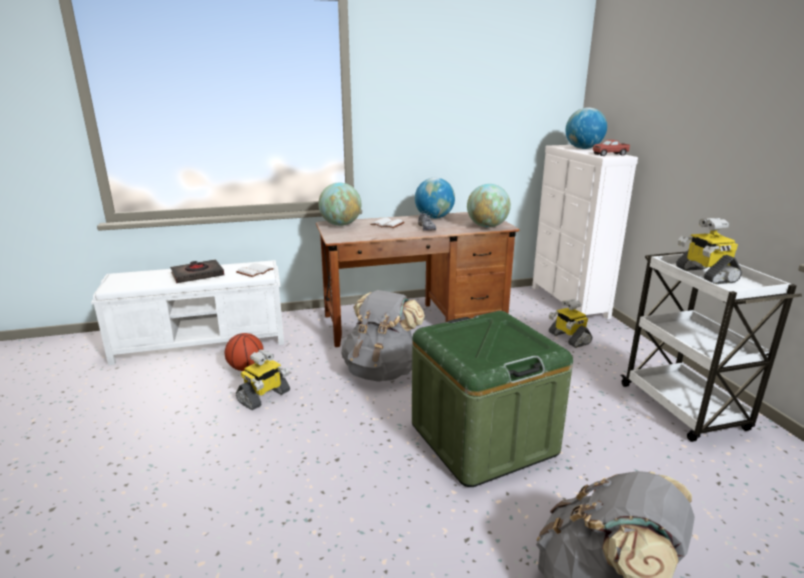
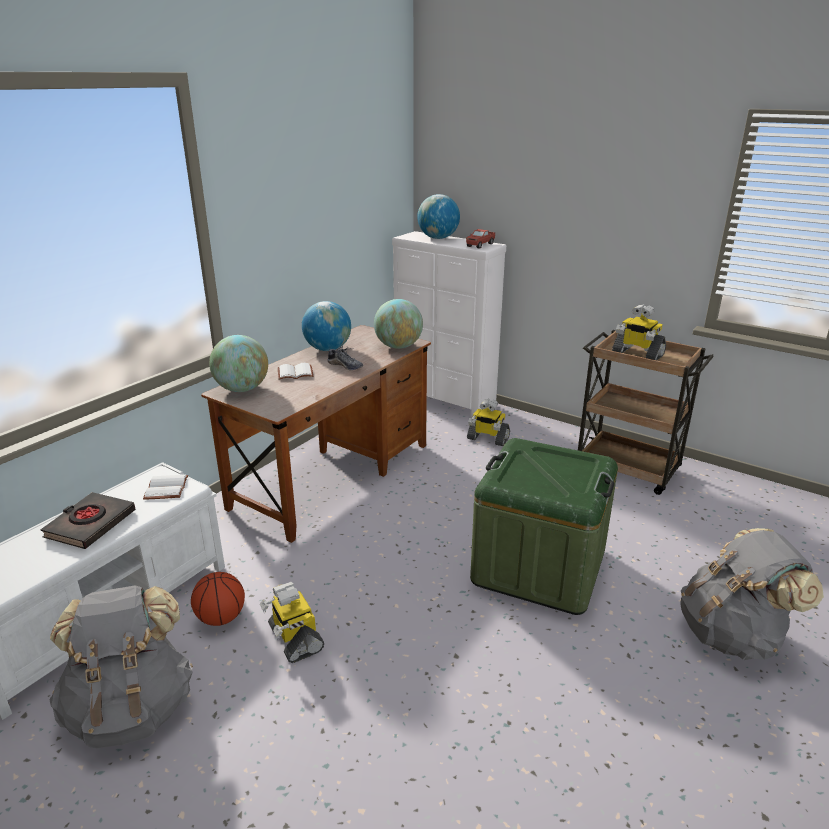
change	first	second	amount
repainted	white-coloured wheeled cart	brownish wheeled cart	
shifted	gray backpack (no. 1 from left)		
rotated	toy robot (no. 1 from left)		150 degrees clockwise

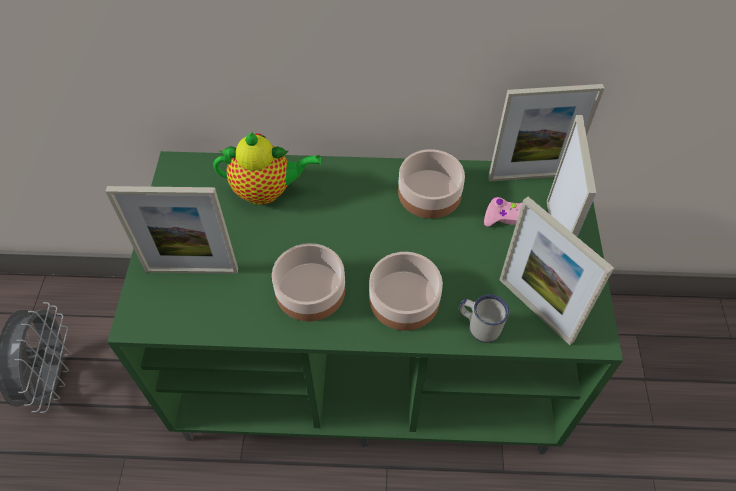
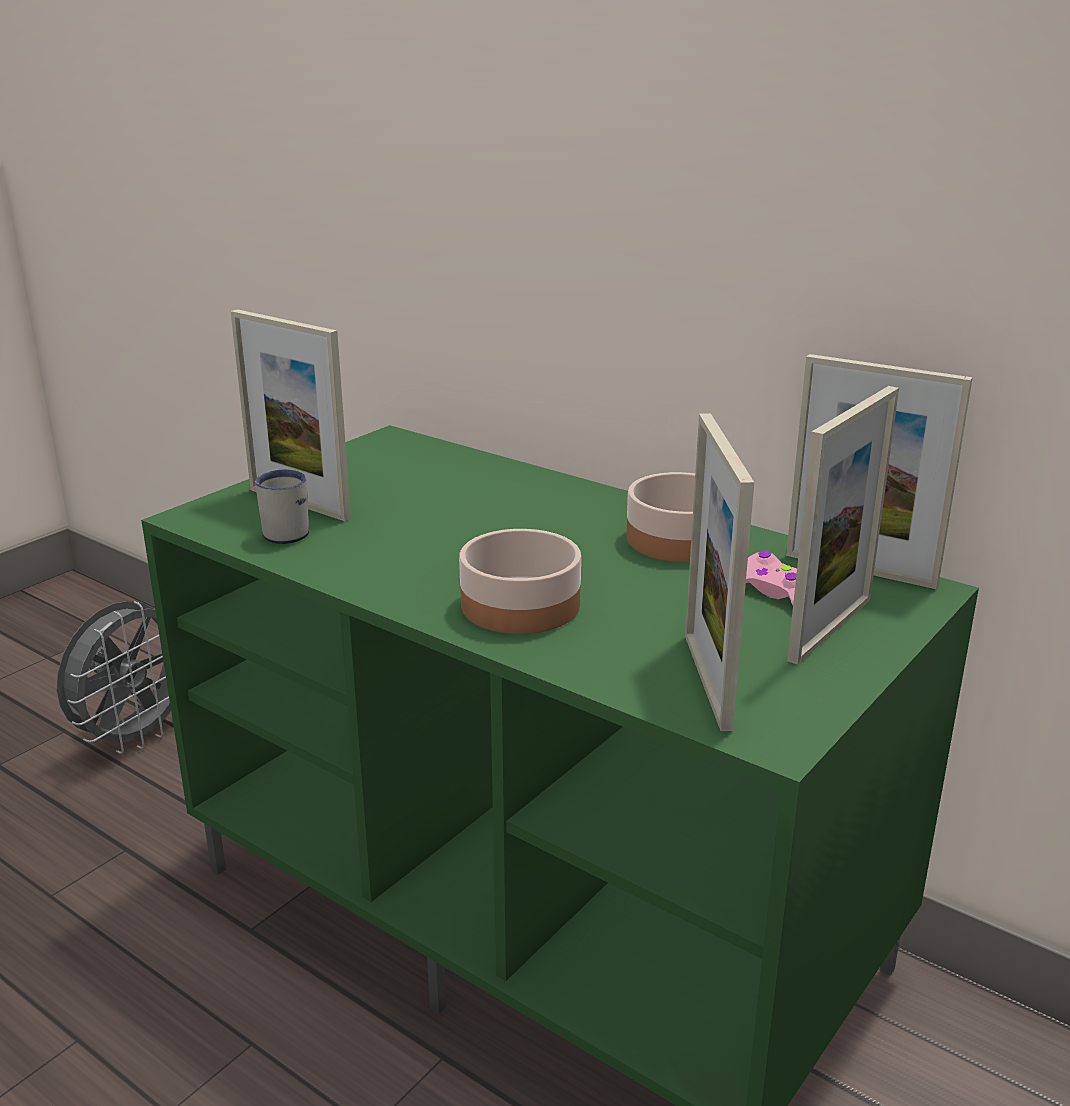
change	first	second	amount
gone	teapot		
gone	bowl (no. 1 from left)		
shifted	white-coloured mug		

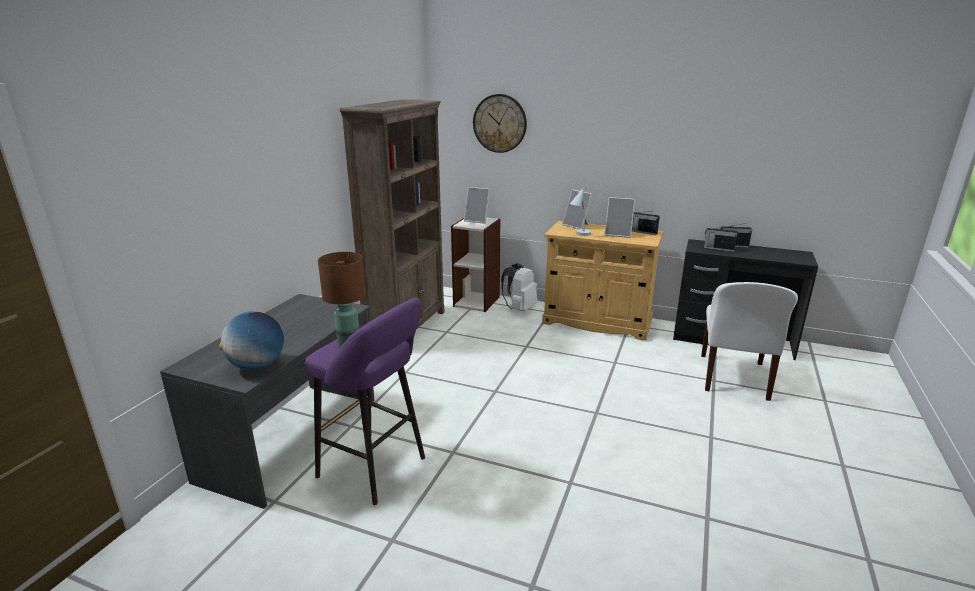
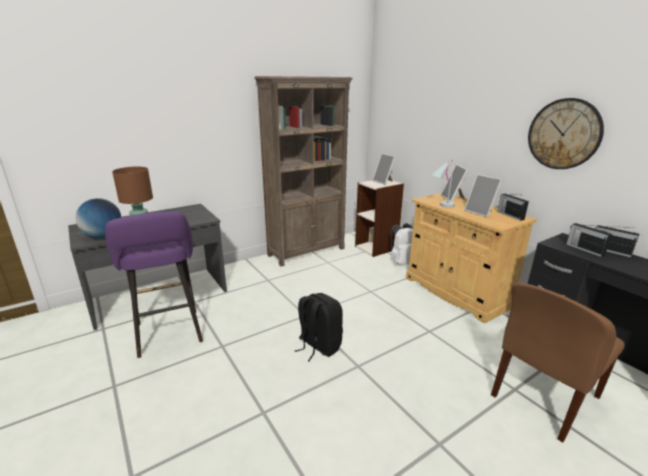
change	first	second	amount
shifted	wall clock		
repainted	white-coloured plain chair	brownish plain chair	
new		black backpack	

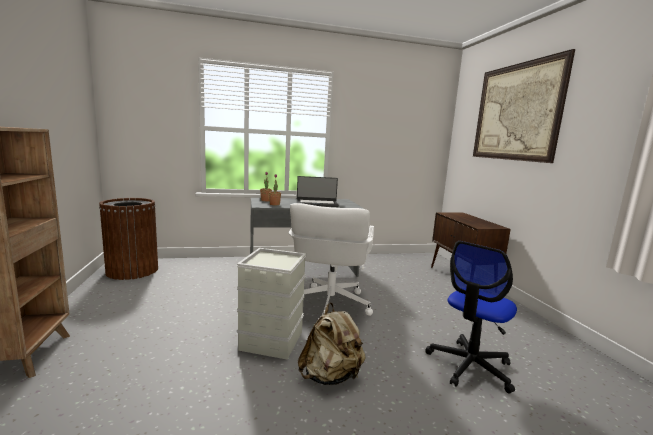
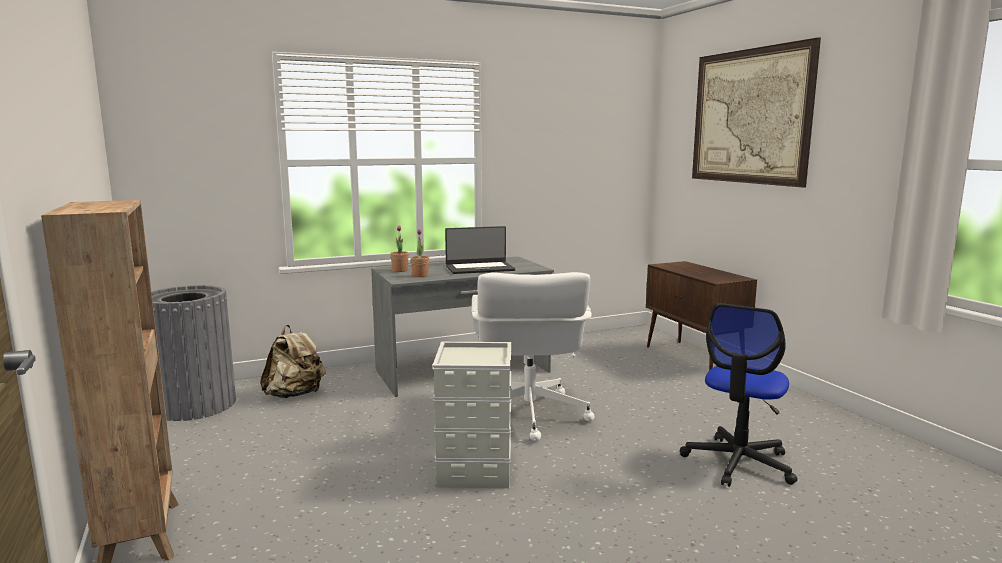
change	first	second	amount
repainted	brownish rubbish bin	gray rubbish bin	
shifted	beige-coloured backpack		

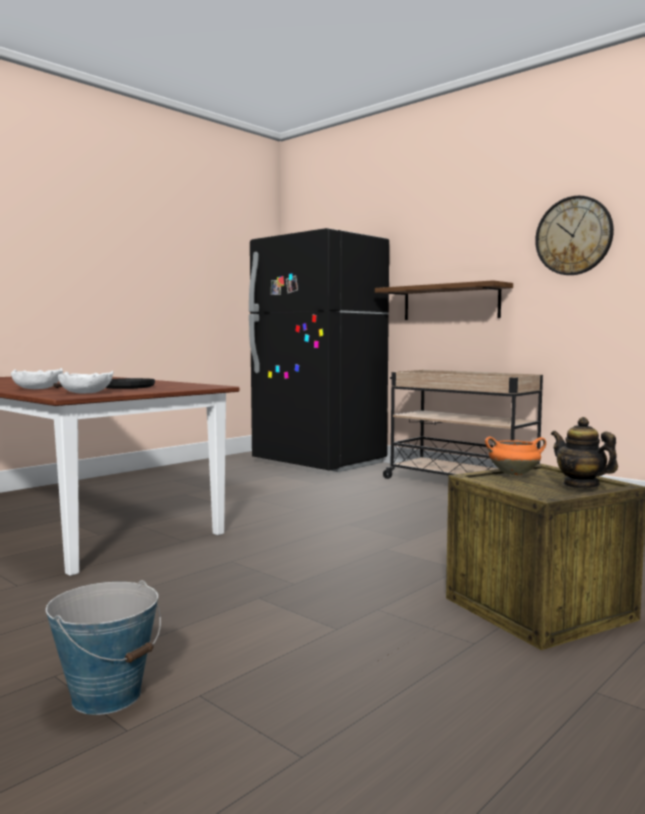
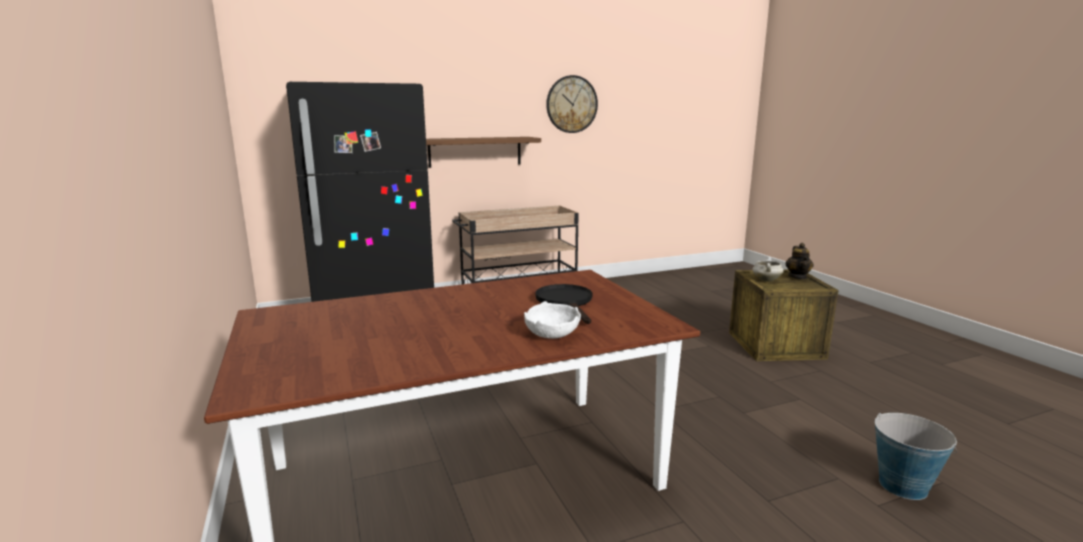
change	first	second	amount
gone	white-coloured bowl (no. 2 from left)		
rotated	teapot		75 degrees counterclockwise
repainted	orangey stockpot	white-coloured stockpot	

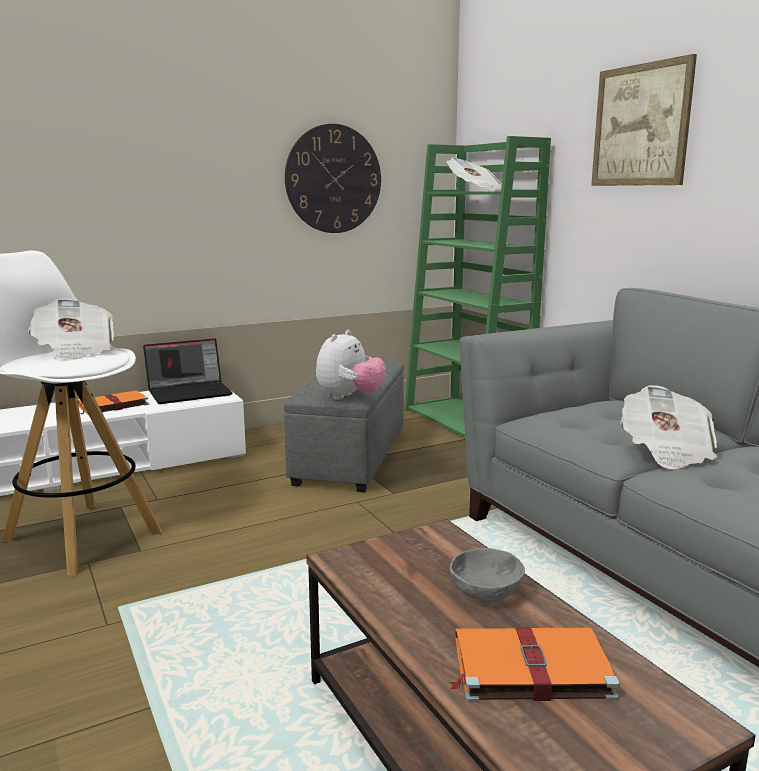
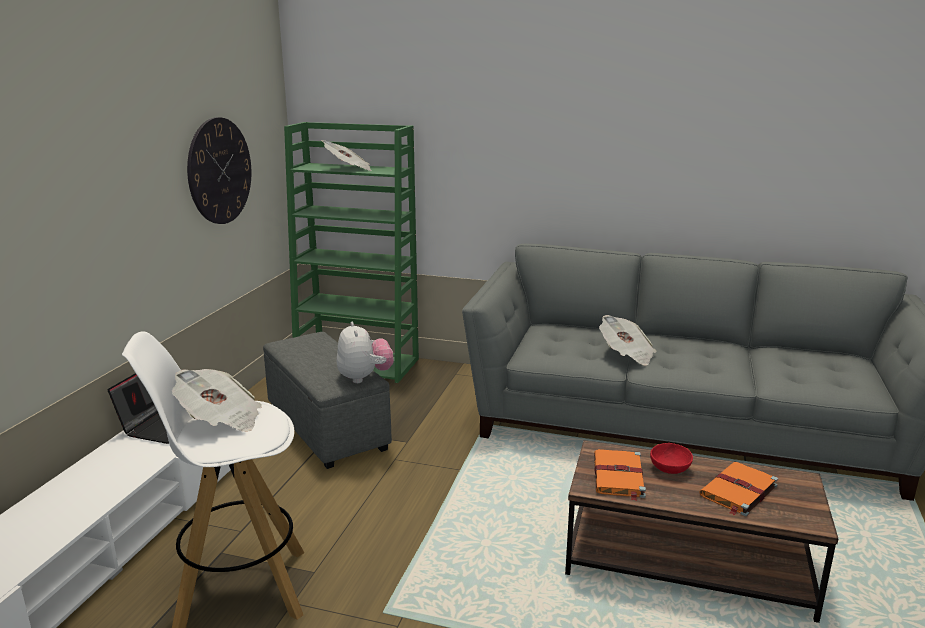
change	first	second	amount
gone	wall picture		
shifted	orangey bound book (no. 1 from left)		
repainted	gray bowl	red bowl	

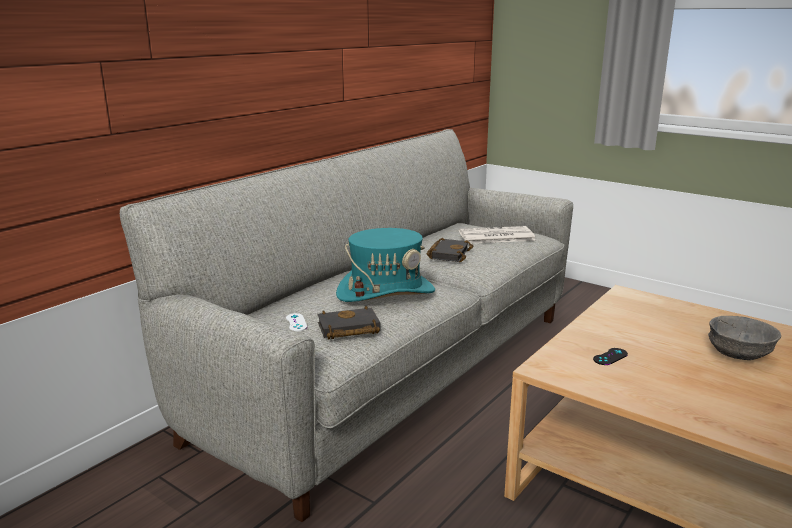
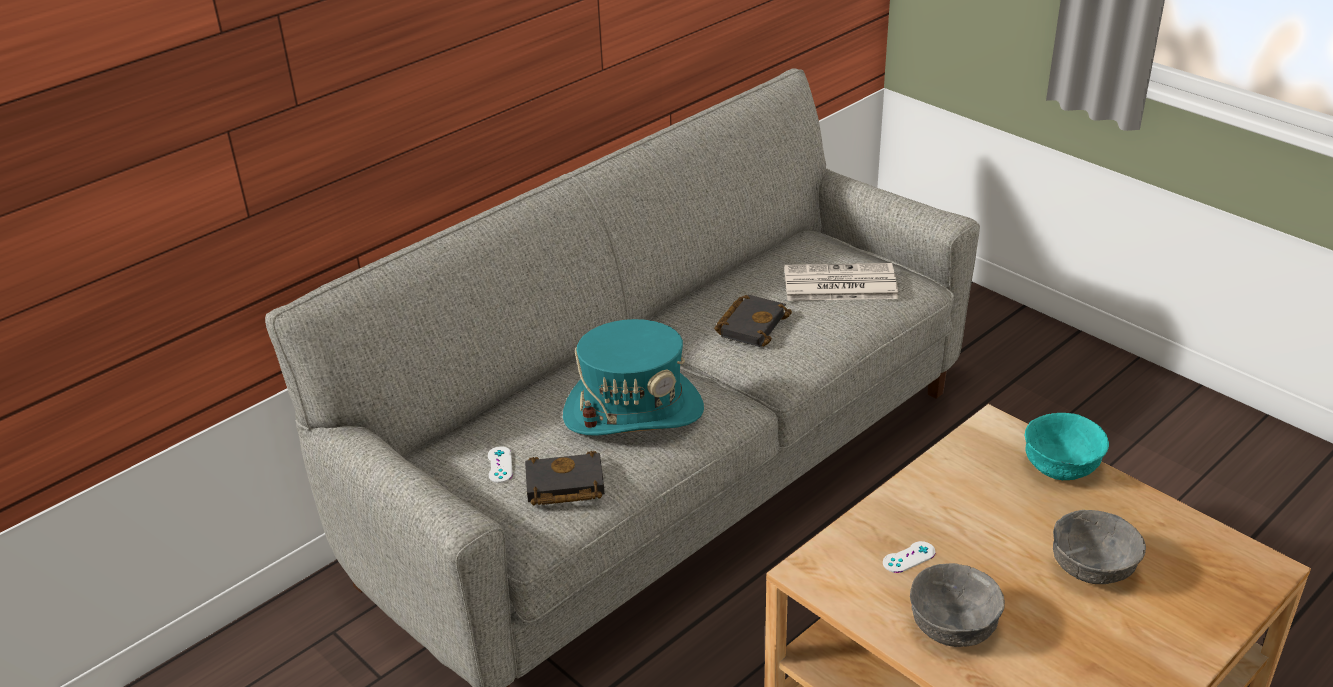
change	first	second	amount
repainted	black game controller	white-coloured game controller (no. 2 from left)	
new		turquoise bowl	
new		gray bowl (no. 1 from left)	

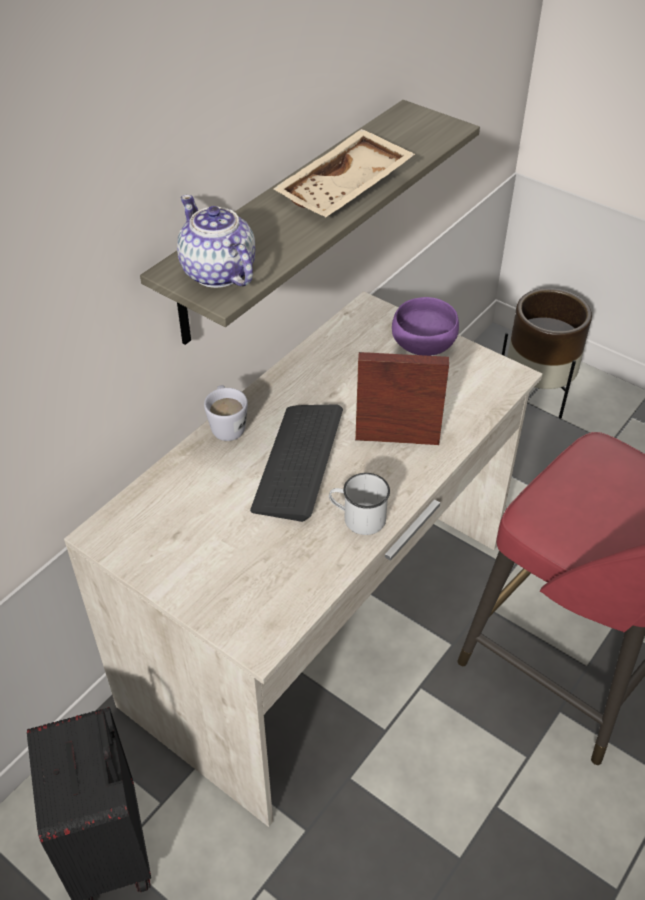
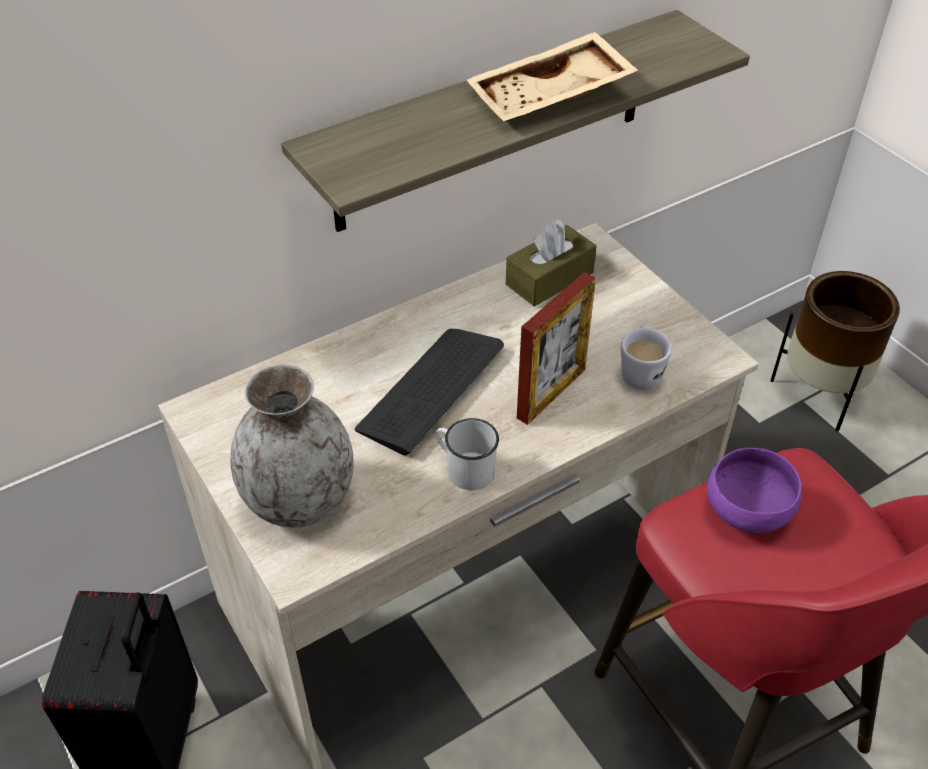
change	first	second	amount
gone	teapot		
shifted	purple-coloured bowl		
rotated	standing frame		105 degrees clockwise
shifted	white-coloured mug (no. 1 from left in the first image)	white-coloured mug (no. 2 from left)	
new		brownish tissue holder	
new		gray flower vase	

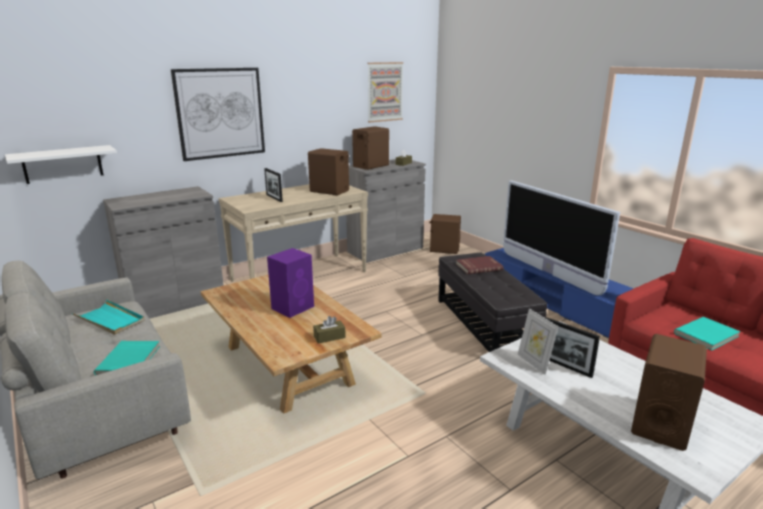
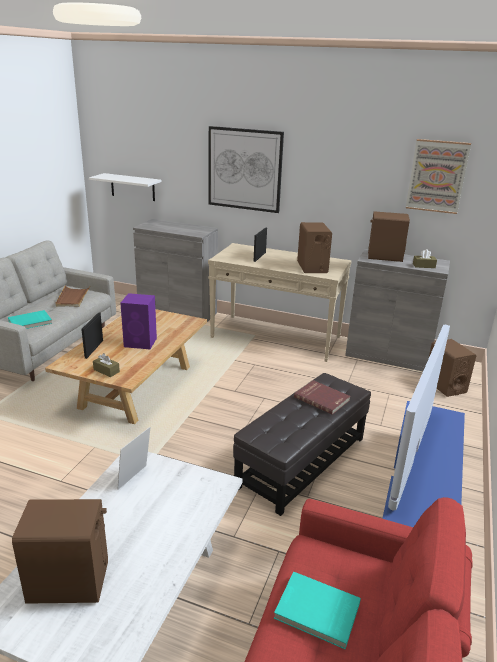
change	first	second	amount
repainted	turquoise carrying tray	brownish carrying tray	
shifted	standing frame (no. 3 from left in the first image)	standing frame (no. 1 from left)	

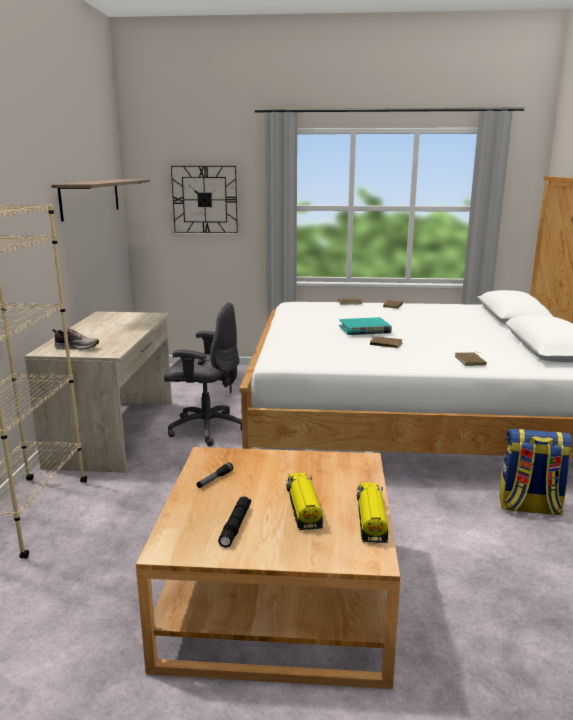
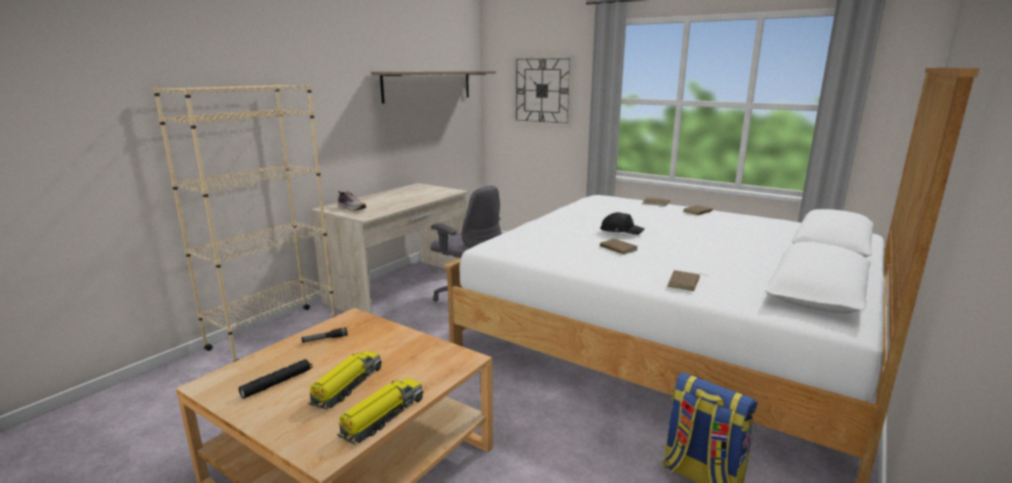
change	first	second	amount
swapped	turquoise bound book	black cap	

